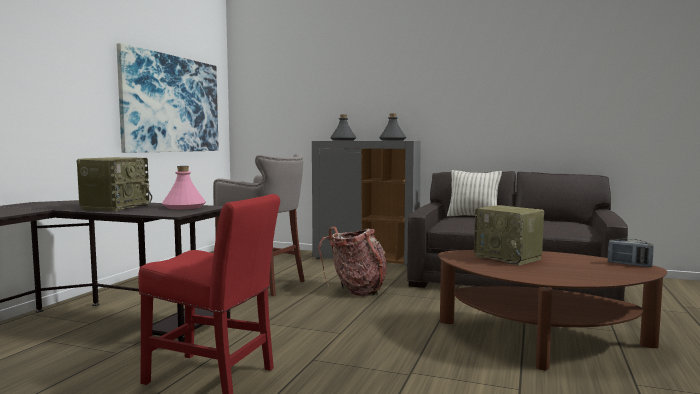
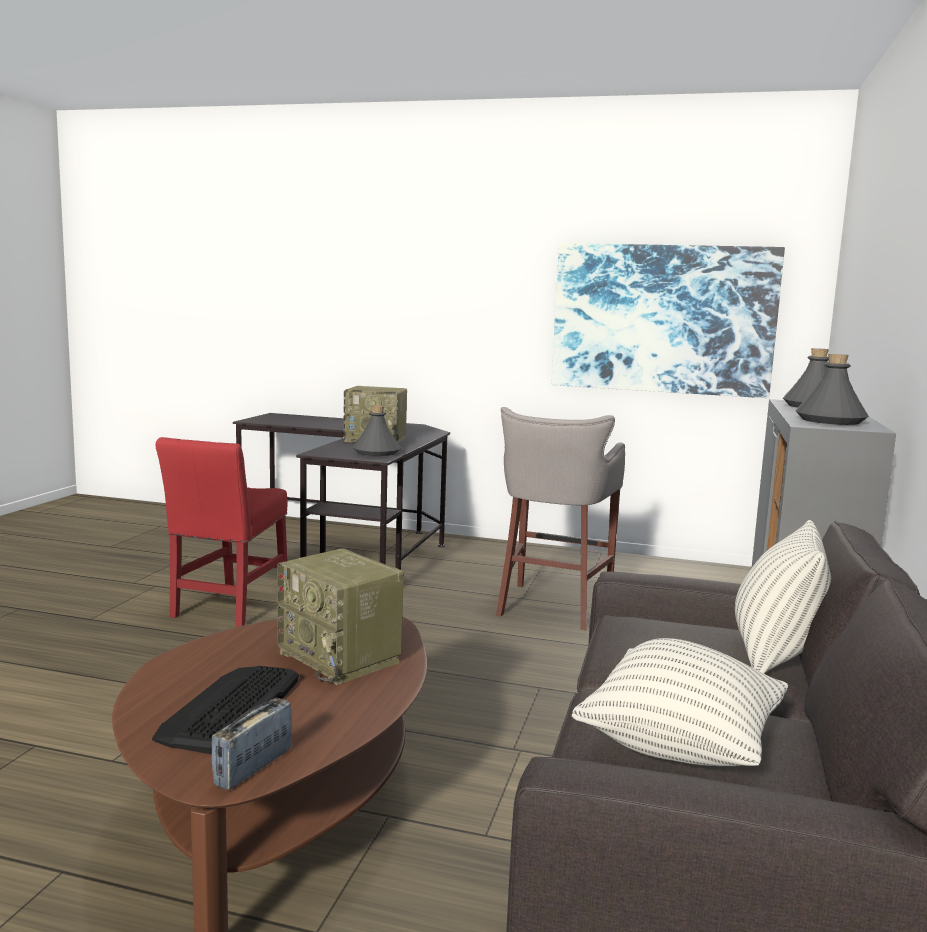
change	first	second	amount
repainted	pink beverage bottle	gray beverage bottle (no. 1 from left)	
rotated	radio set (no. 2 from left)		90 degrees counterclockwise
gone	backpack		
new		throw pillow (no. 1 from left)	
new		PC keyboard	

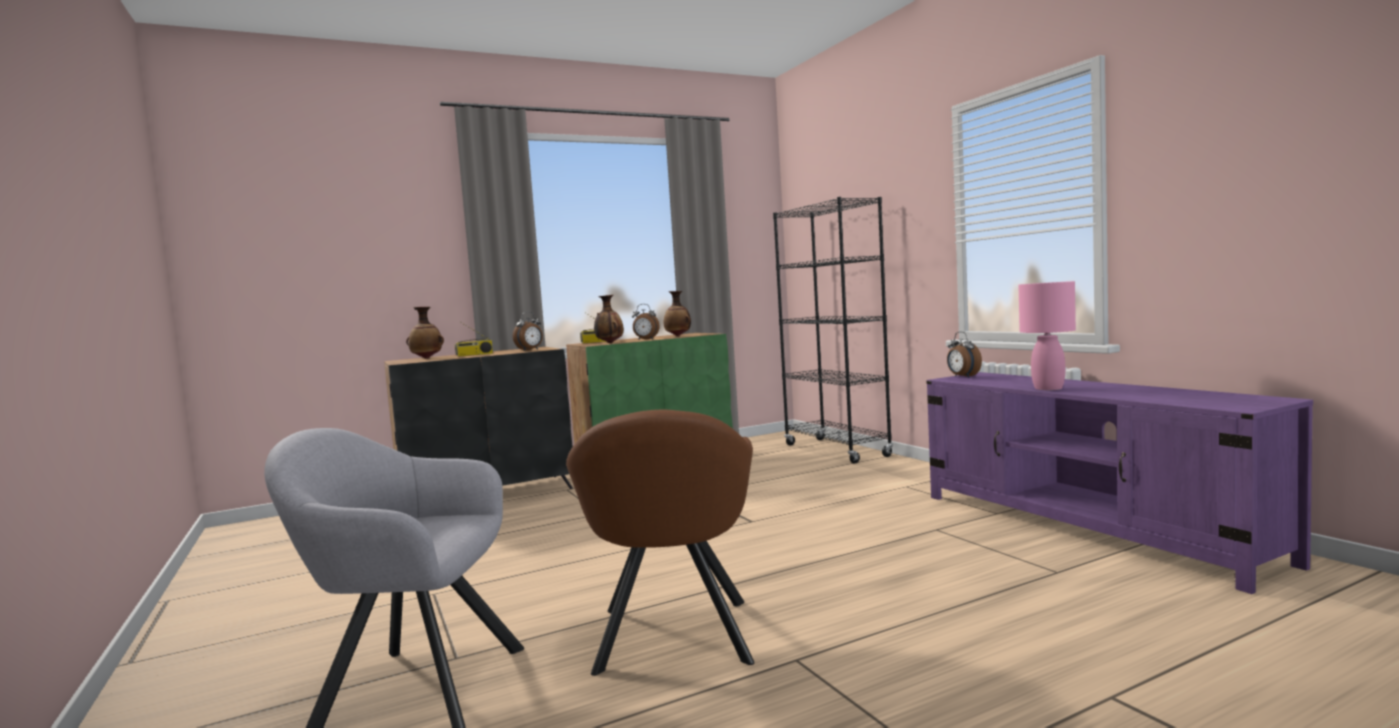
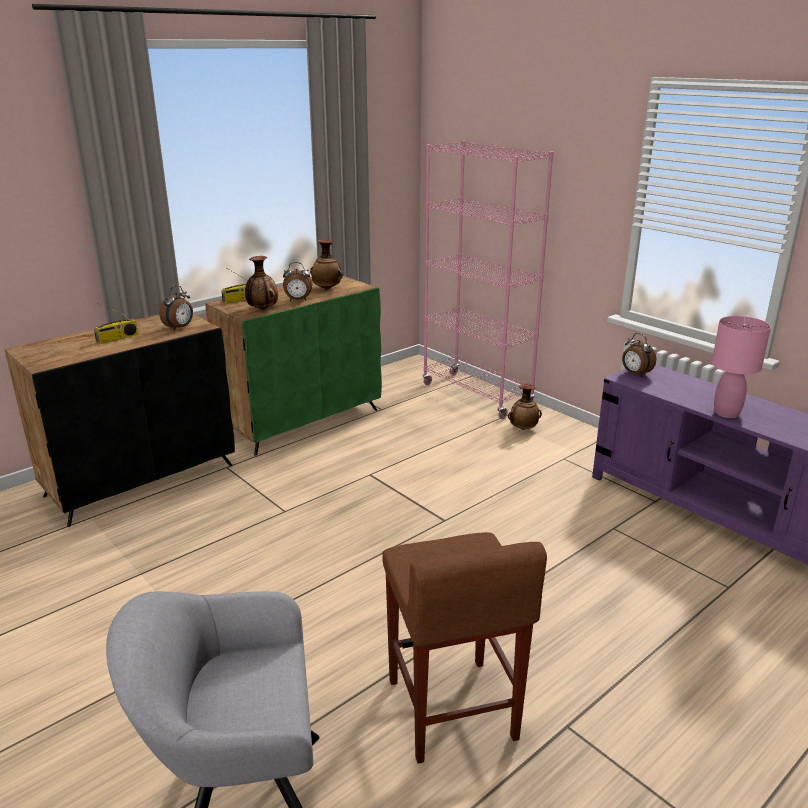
change	first	second	amount
repainted	black shelving unit	pink shelving unit	
shifted	flower vase (no. 1 from left in the first image)	flower vase (no. 3 from left)	
swapped	brownish easy chair	brownish sitting stool	

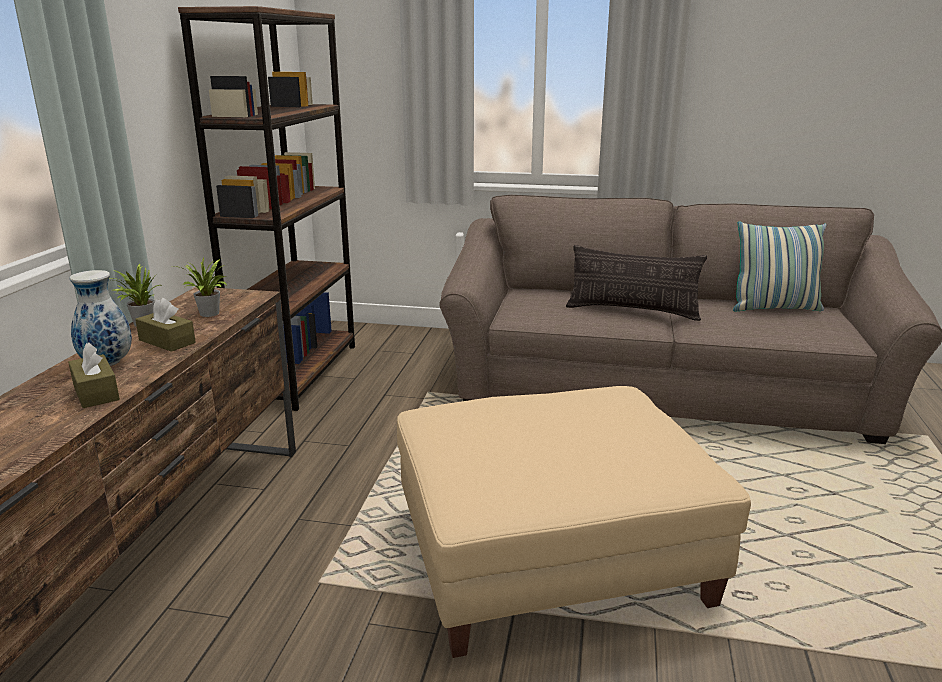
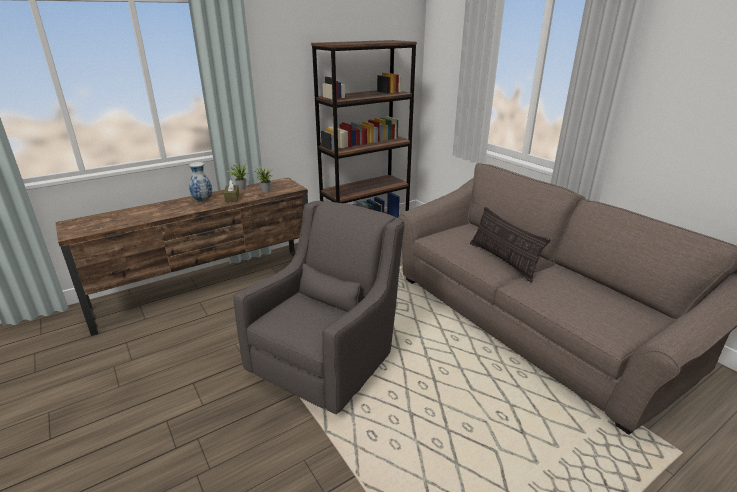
change	first	second	amount
gone	throw pillow (no. 2 from left)		
gone	brownish tissue holder (no. 1 from left)		
swapped	beige-coloured pouffe	gray easy chair	

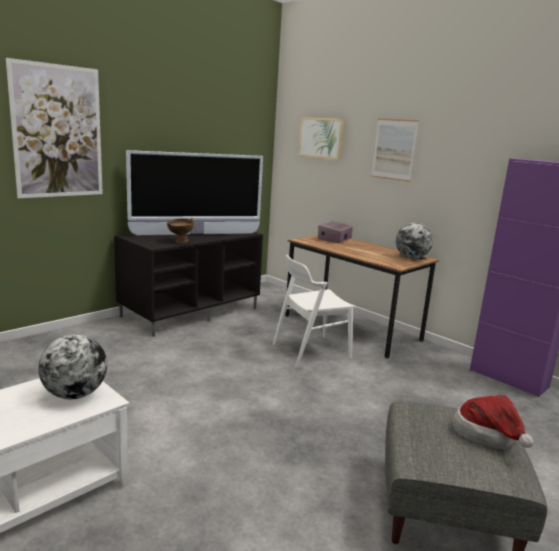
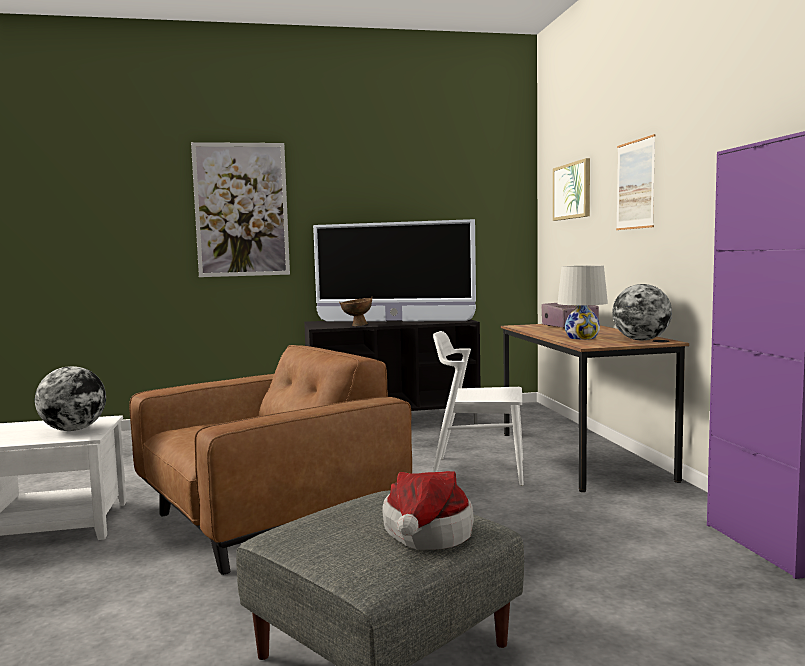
change	first	second	amount
new		white-coloured lamp for a table	
new		brownish easy chair	

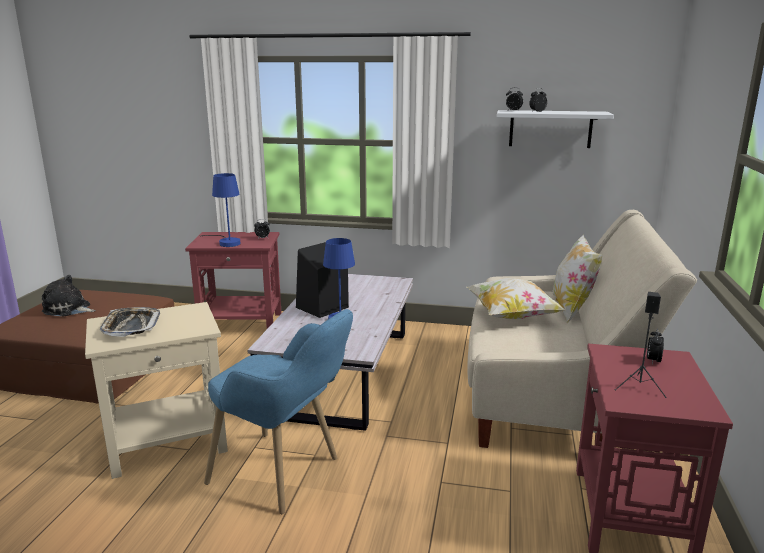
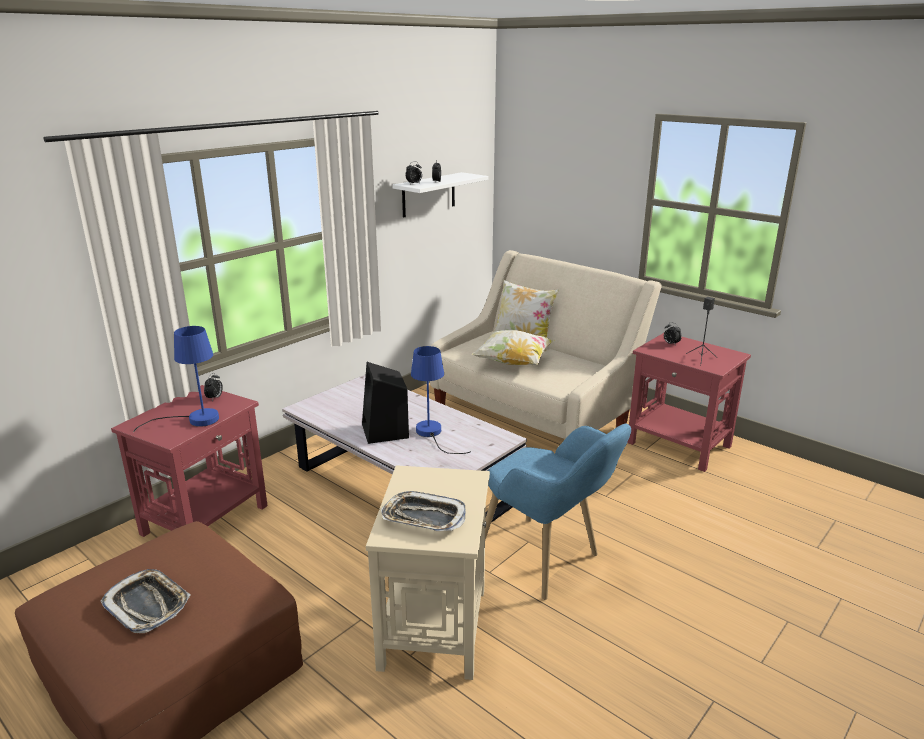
change	first	second	amount
swapped	soft toy	carrying tray (no. 1 from left)	
rotated	blue easy chair		75 degrees clockwise

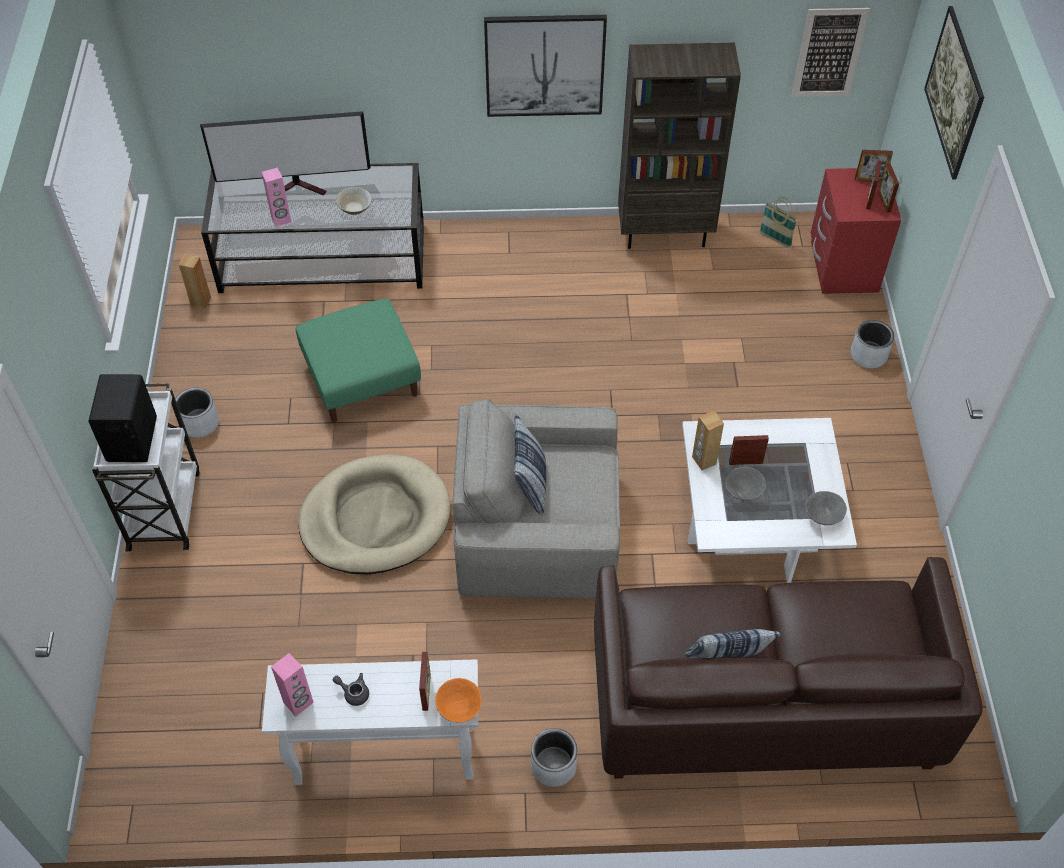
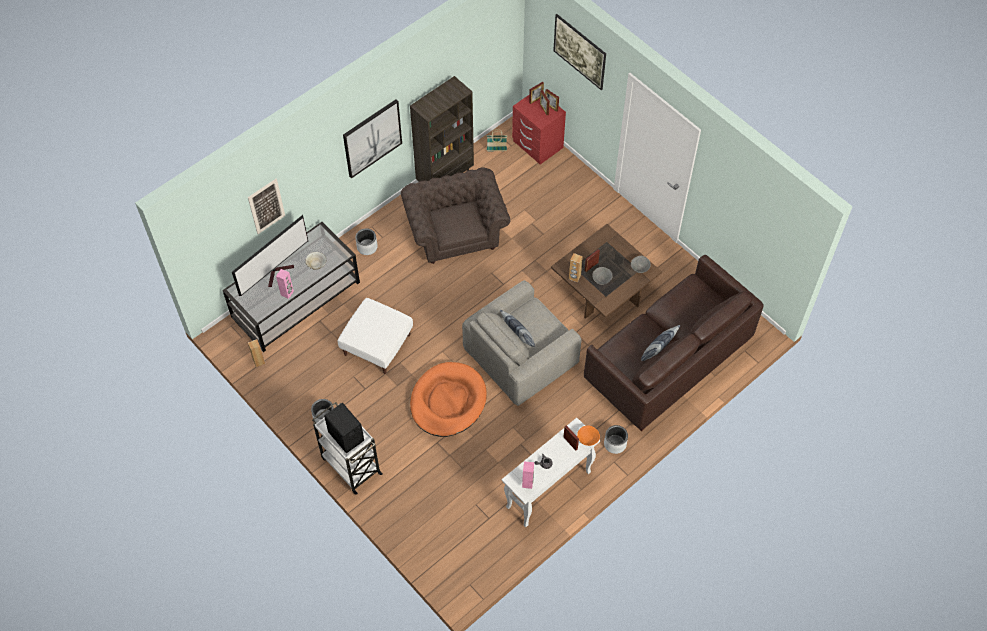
change	first	second	amount
shifted	wall picture (no. 2 from left in the first image)	wall picture (no. 1 from left)	
repainted	green-coloured pouffe	white-coloured pouffe	
shifted	gray planter (no. 3 from left in the first image)	gray planter (no. 2 from left)	
repainted	white-coloured low table	brownish low table	
repainted	beige-coloured pet bed	orangey pet bed	
new		brownish easy chair	

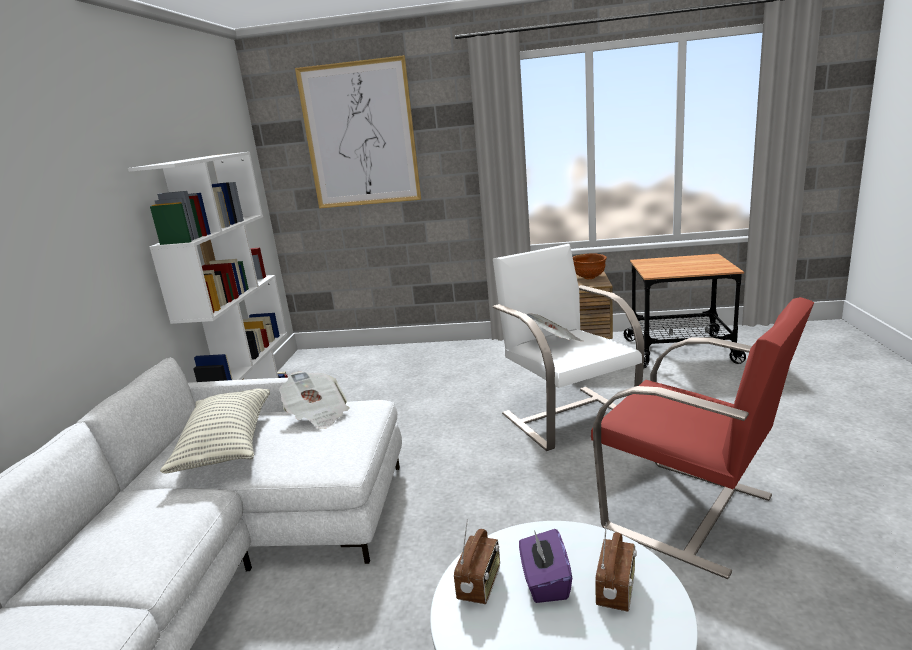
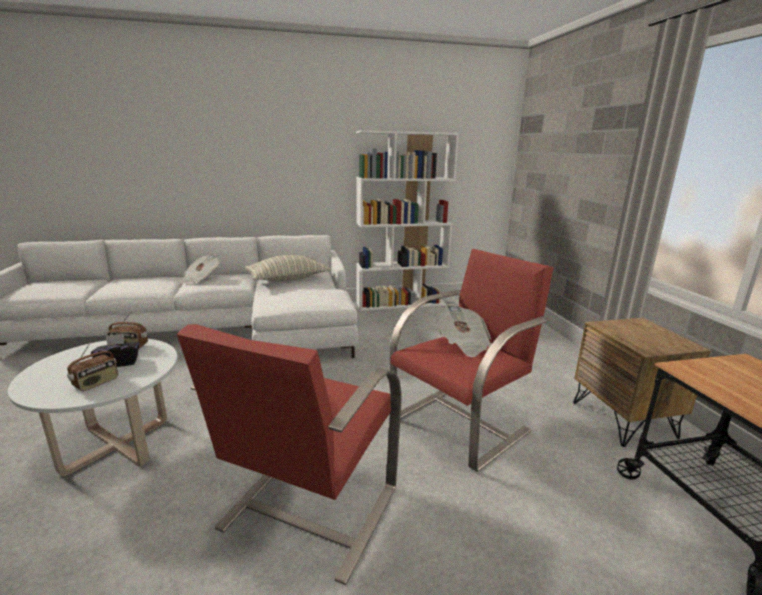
change	first	second	amount
gone	wall picture		
repainted	white-coloured easy chair	red easy chair (no. 2 from left)	
gone	brownish bowl		
shifted	newspaper (no. 1 from left)		
rotated	radio set (no. 2 from left in the first image)	radio set (no. 1 from left)	60 degrees counterclockwise
repainted	purple-coloured tissue holder	black tissue holder	

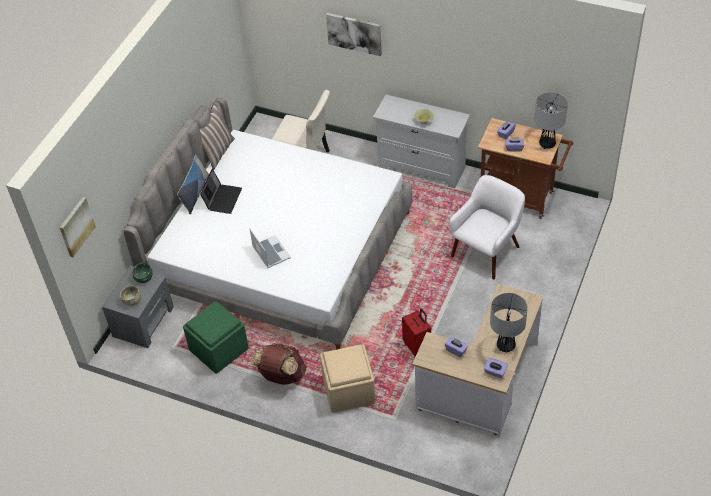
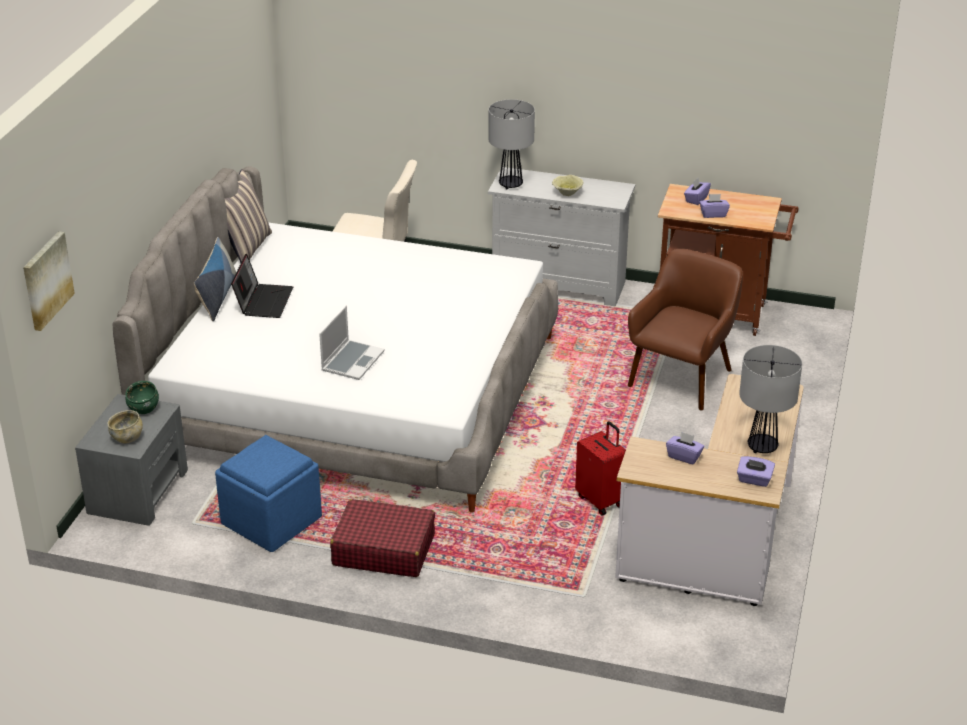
change	first	second	amount
gone	wall picture (no. 2 from left)		
shifted	lamp for a table (no. 2 from left in the first image)	lamp for a table (no. 1 from left)	
repainted	white-coloured easy chair	brownish easy chair	
rotated	portable computer (no. 2 from left)		60 degrees clockwise
repainted	green-coloured pouffe	blue pouffe	
swapped	brownish backpack	red piece of luggage (no. 1 from left)	
gone	beige-coloured pouffe		

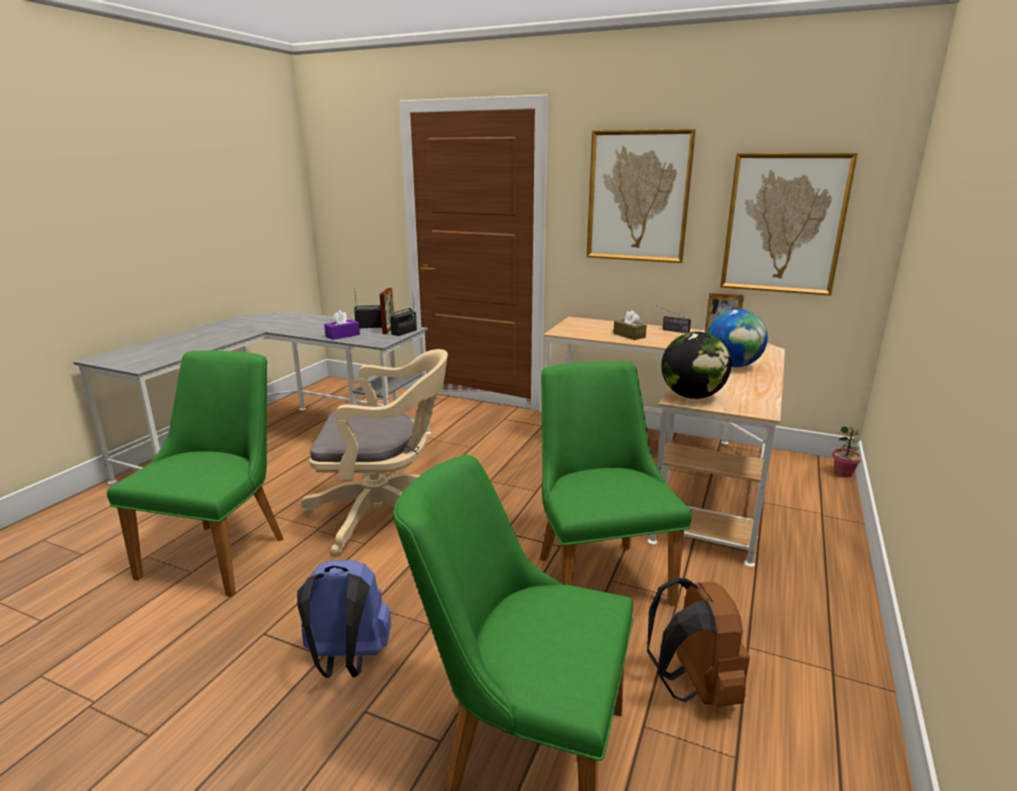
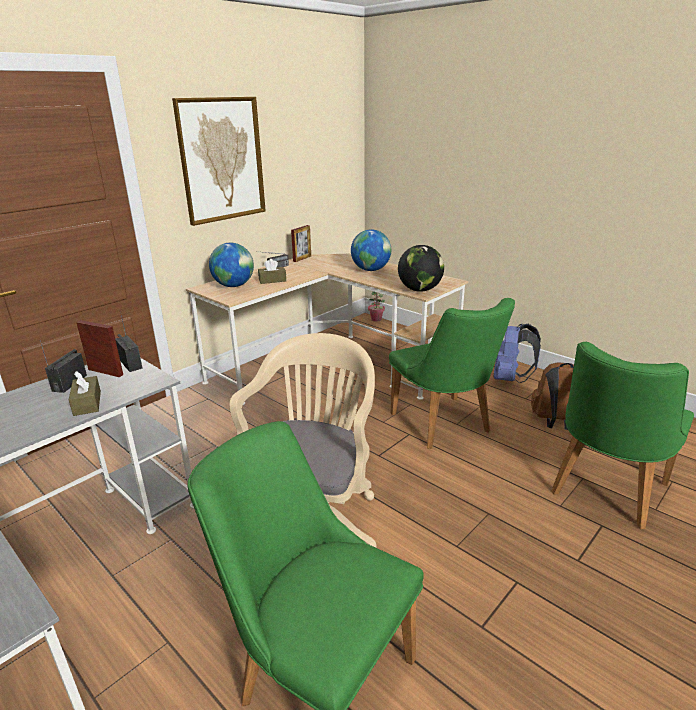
change	first	second	amount
gone	wall picture (no. 2 from left)		
repainted	purple-coloured tissue holder	brownish tissue holder (no. 1 from left)	
rotated	green-coloured plain chair (no. 3 from left in the first image)	green-coloured plain chair (no. 2 from left)	120 degrees counterclockwise
shifted	blue backpack		
new		world globe (no. 1 from left)	

